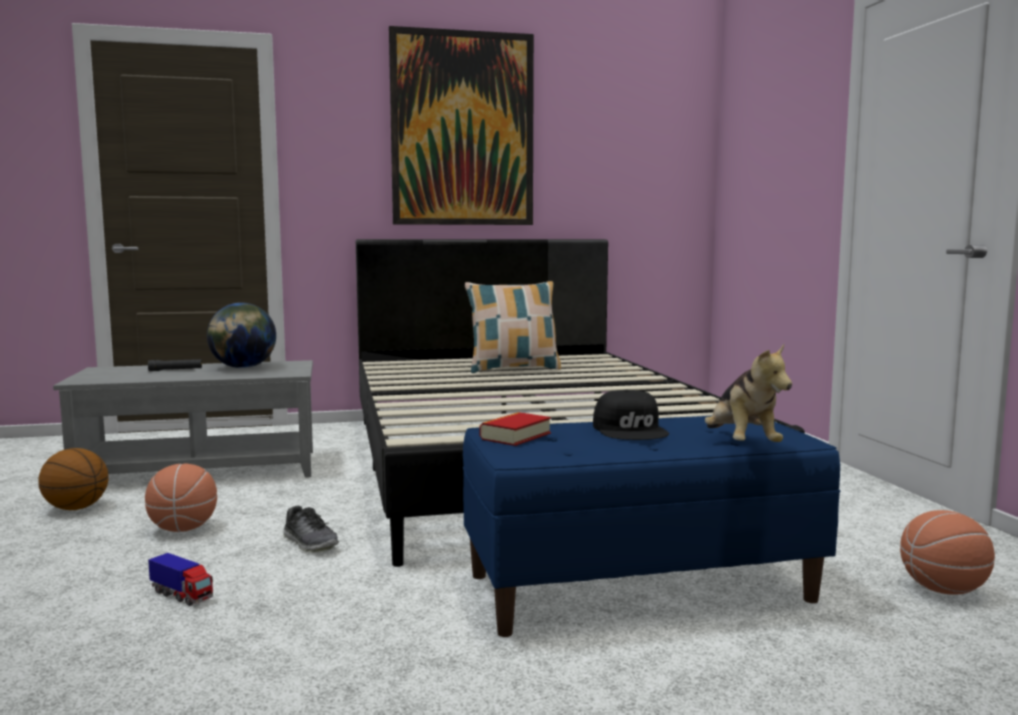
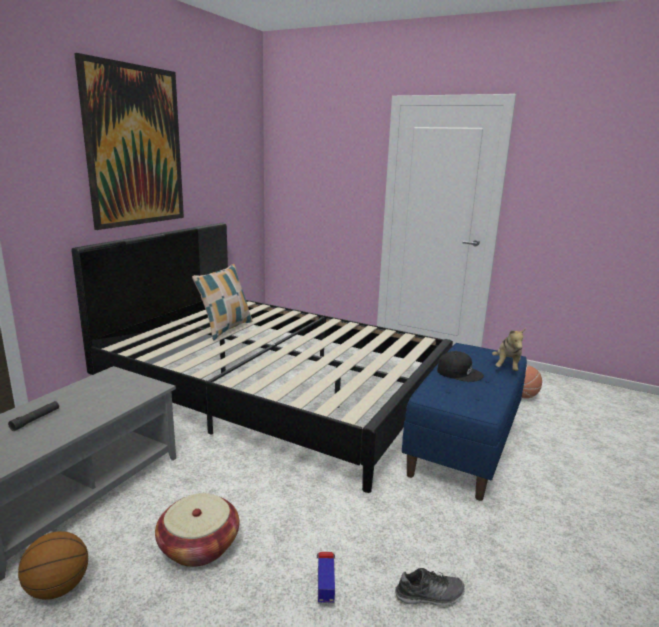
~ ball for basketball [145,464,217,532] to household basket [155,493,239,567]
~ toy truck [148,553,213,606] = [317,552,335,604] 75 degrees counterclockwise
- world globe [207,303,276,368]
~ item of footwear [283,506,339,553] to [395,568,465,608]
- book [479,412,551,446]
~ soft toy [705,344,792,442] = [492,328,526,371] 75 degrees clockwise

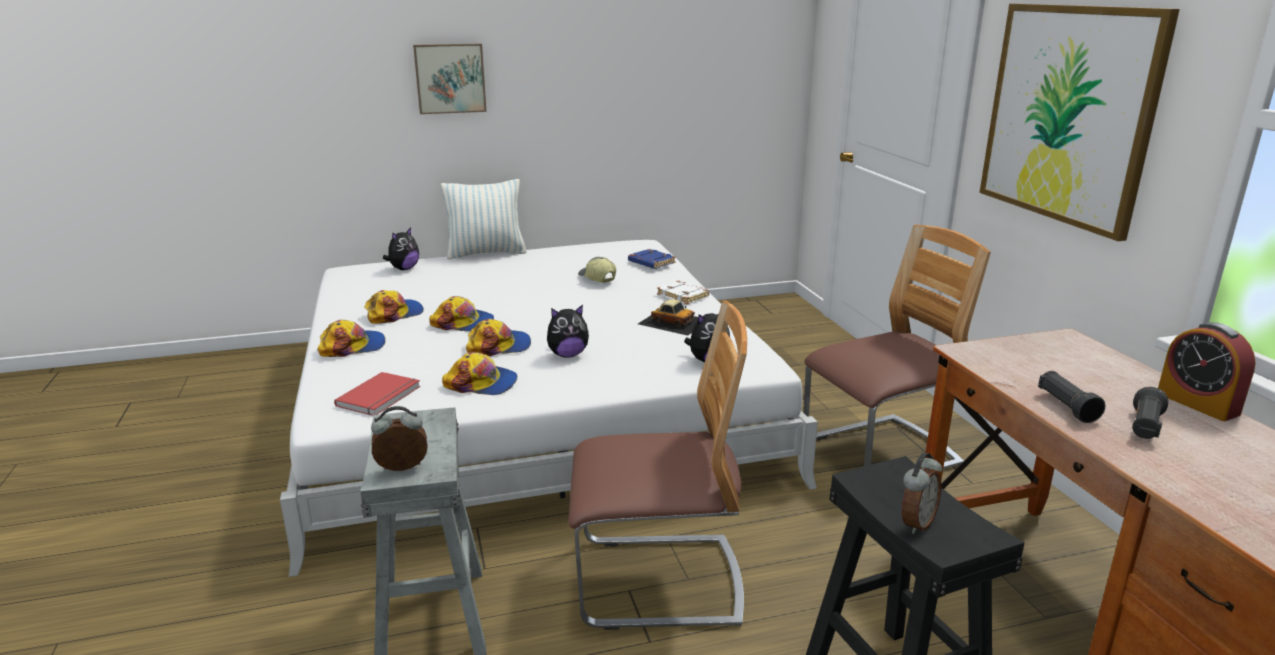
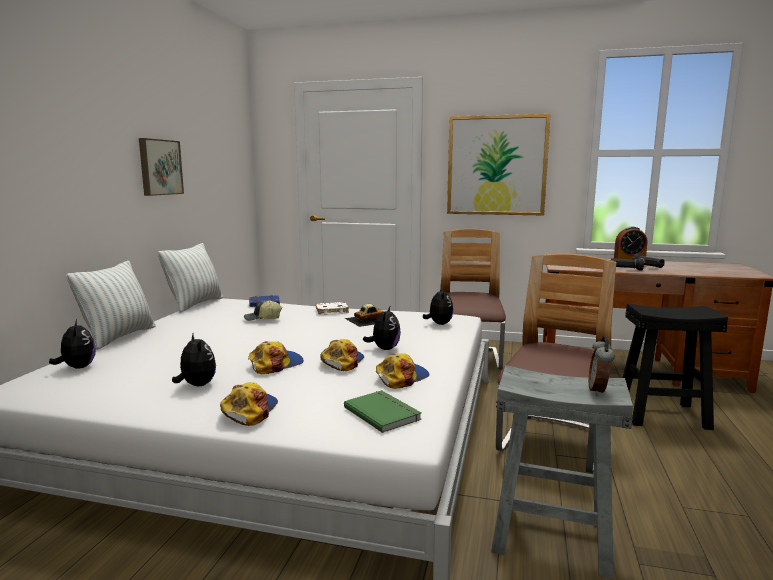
~ reddish book [334,372,420,416] to green-coloured book [344,390,421,433]
~ peaked cap [364,290,424,324] to soft toy [172,334,216,386]
~ wall picture [413,44,487,114] to [139,138,184,196]
- table clock [902,452,942,534]
+ pillow [158,243,223,313]

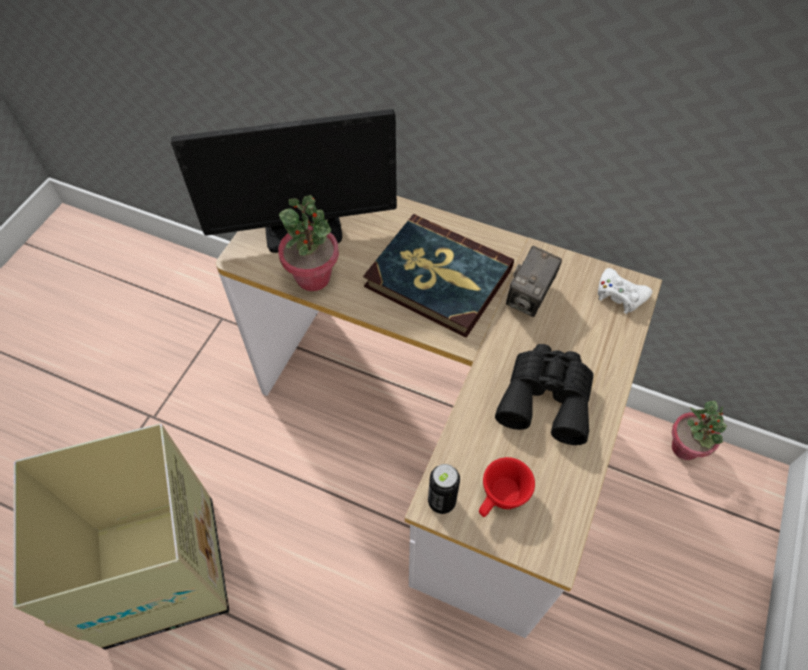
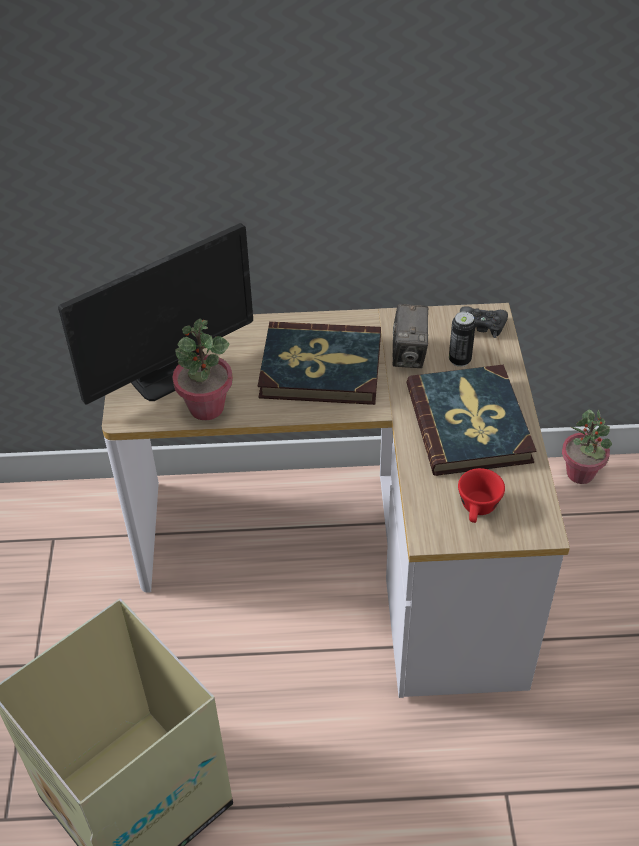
~ can [428,464,460,514] to [449,311,476,367]
~ blackish field glasses [495,344,594,445] to book [406,365,536,476]
~ whitish game controller [598,268,653,314] to blackish game controller [460,306,508,338]

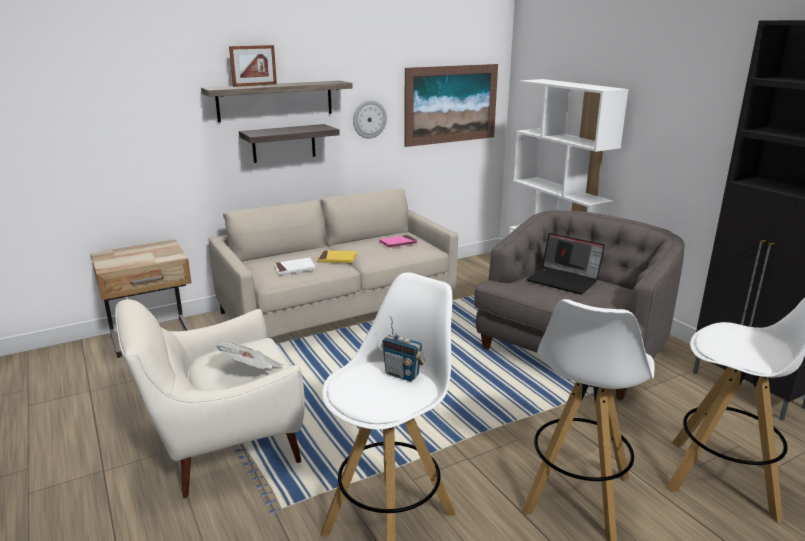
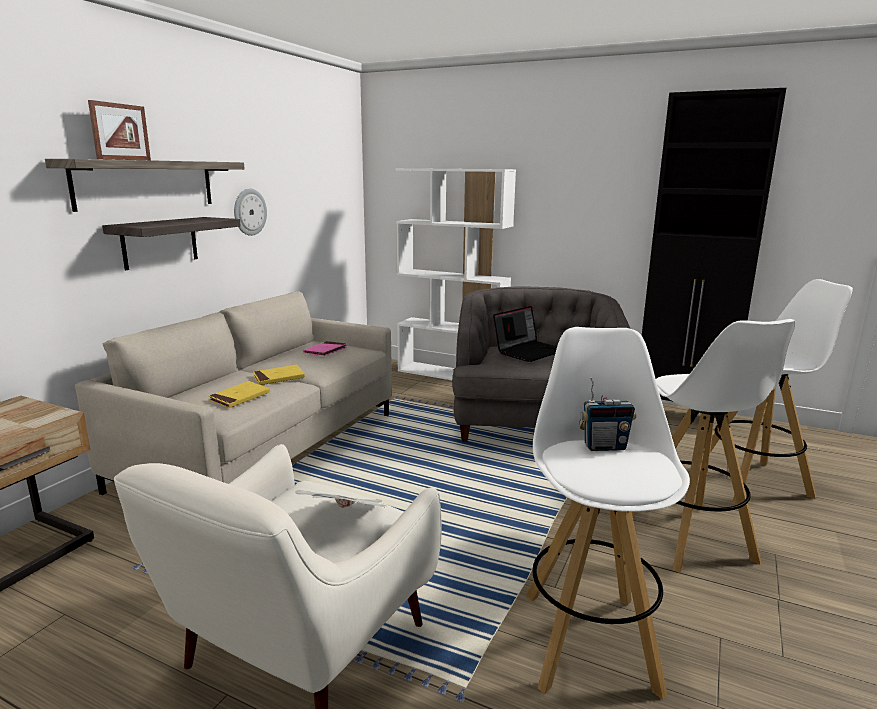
~ whitish book [275,257,315,275] to yellowish book [209,381,270,408]
- wall picture [405,64,498,147]
~ notebook computer [527,233,605,295] = [493,306,557,362] 45 degrees counterclockwise

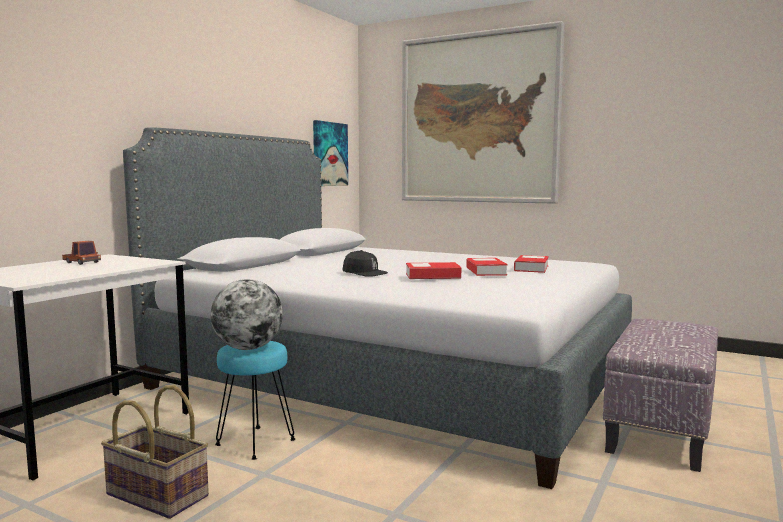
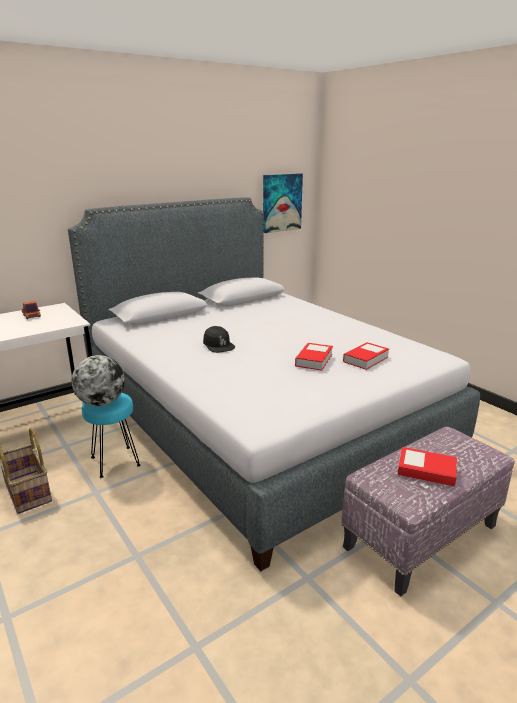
- wall picture [402,21,565,204]
~ book [406,262,461,279] to [397,447,457,487]

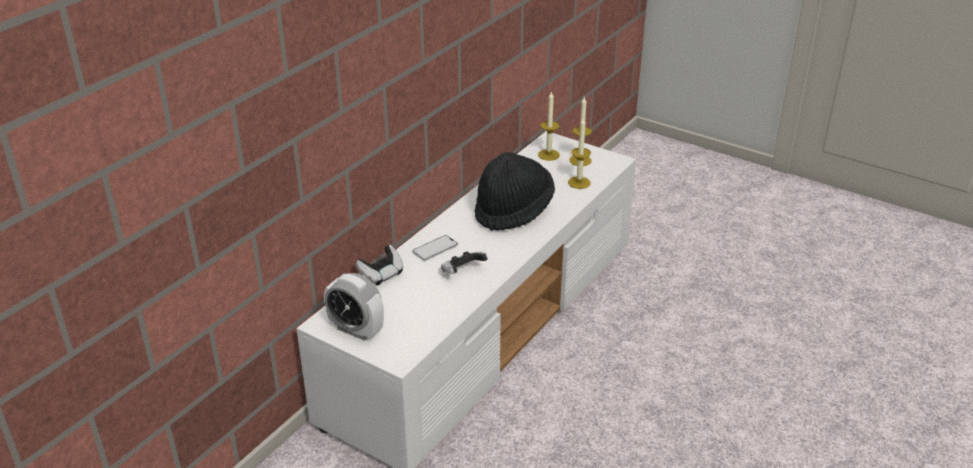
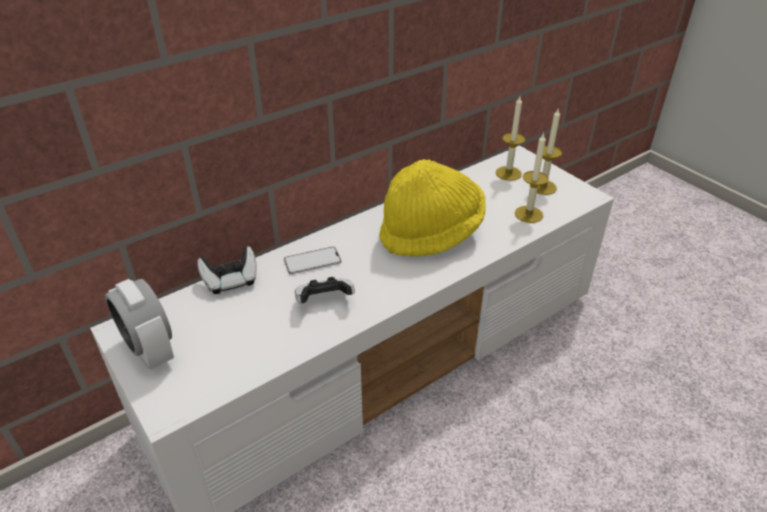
~ blackish hat [475,152,555,231] to yellowish hat [379,159,486,257]

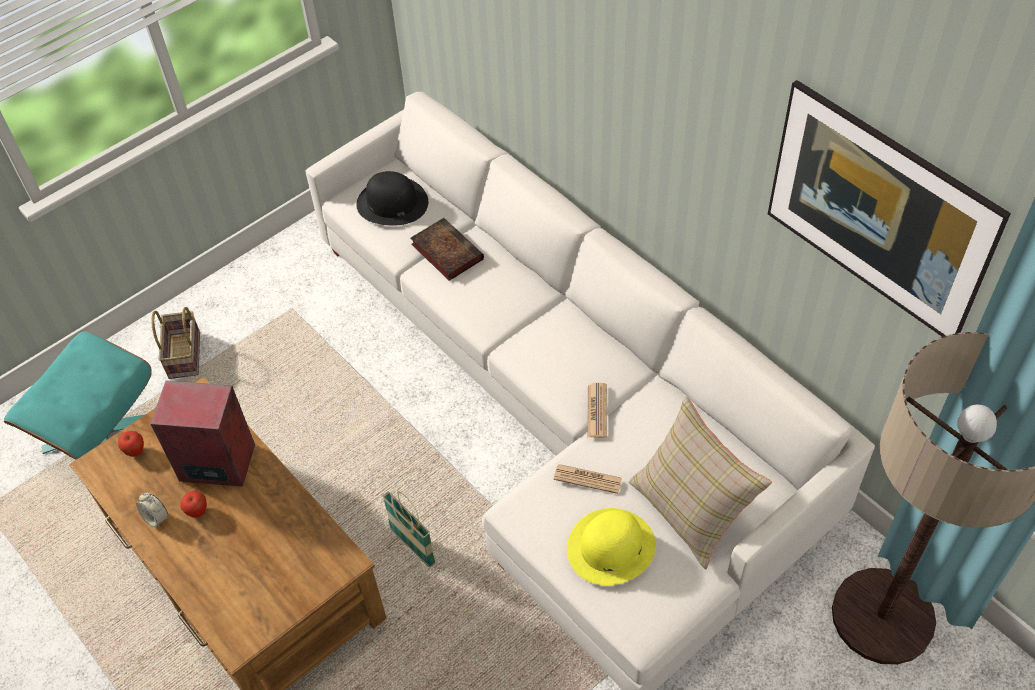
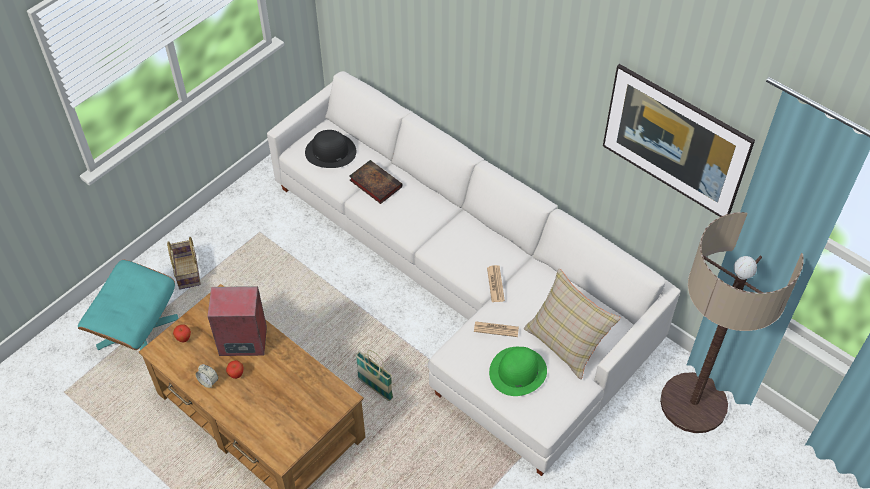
~ yellowish hat [567,508,656,586] to green-coloured hat [489,347,547,396]

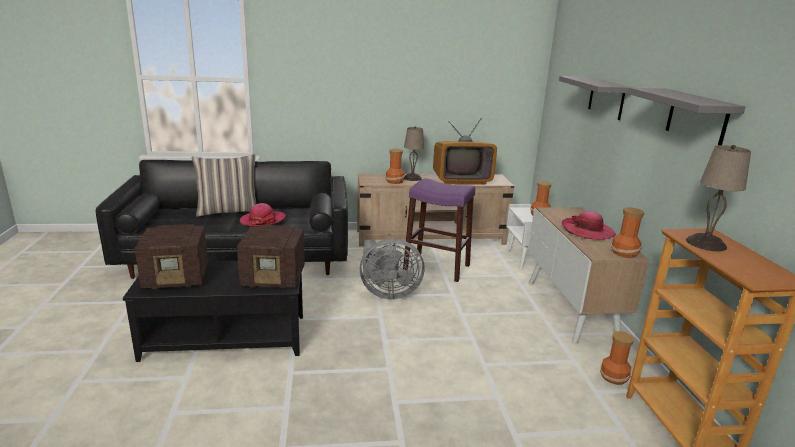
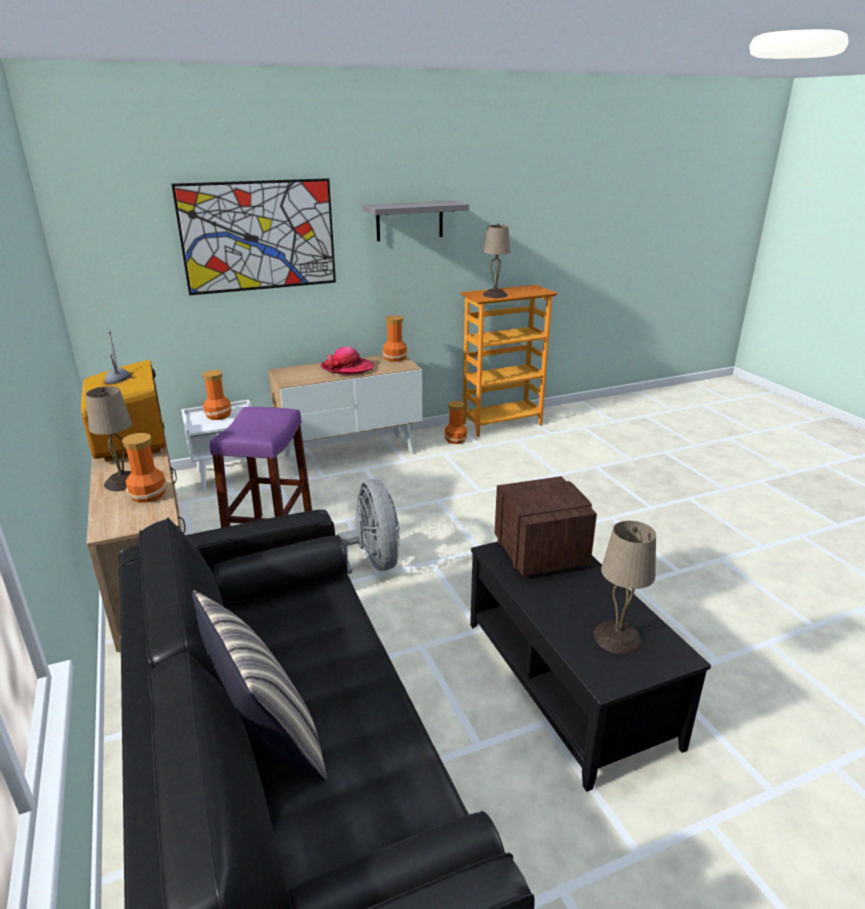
~ radio [134,224,208,289] to sand-coloured lamp for a table [594,521,656,654]
- hat [240,203,286,227]
~ gray wall shelf [559,76,633,120] to wall picture [171,178,336,295]

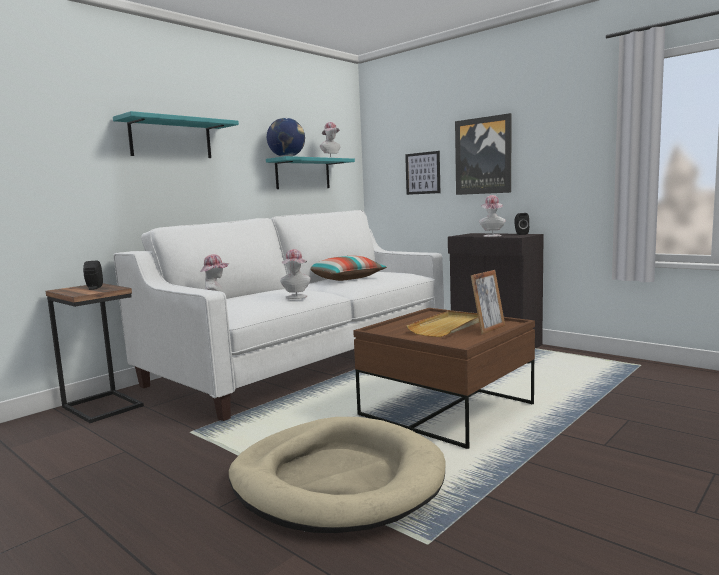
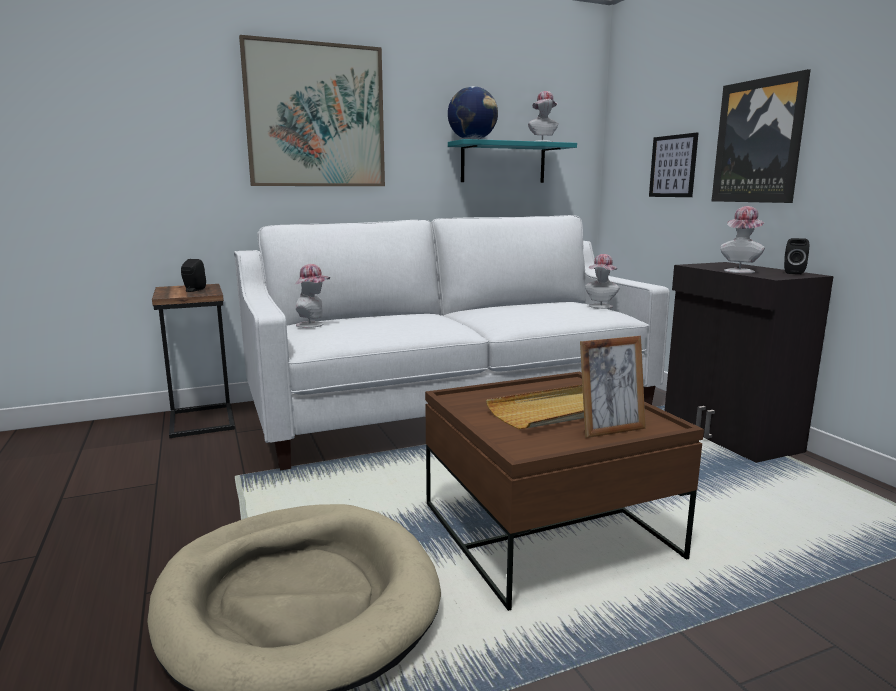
~ turquoise wall shelf [113,111,239,158] to wall picture [239,35,385,186]
~ hat [280,249,311,299] to [585,254,620,309]
- pillow [310,256,387,281]

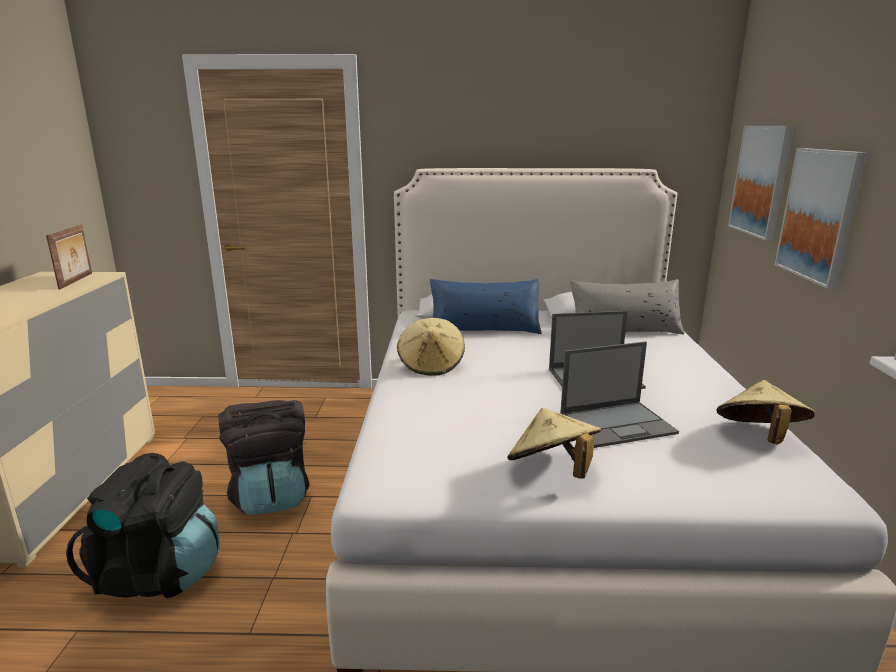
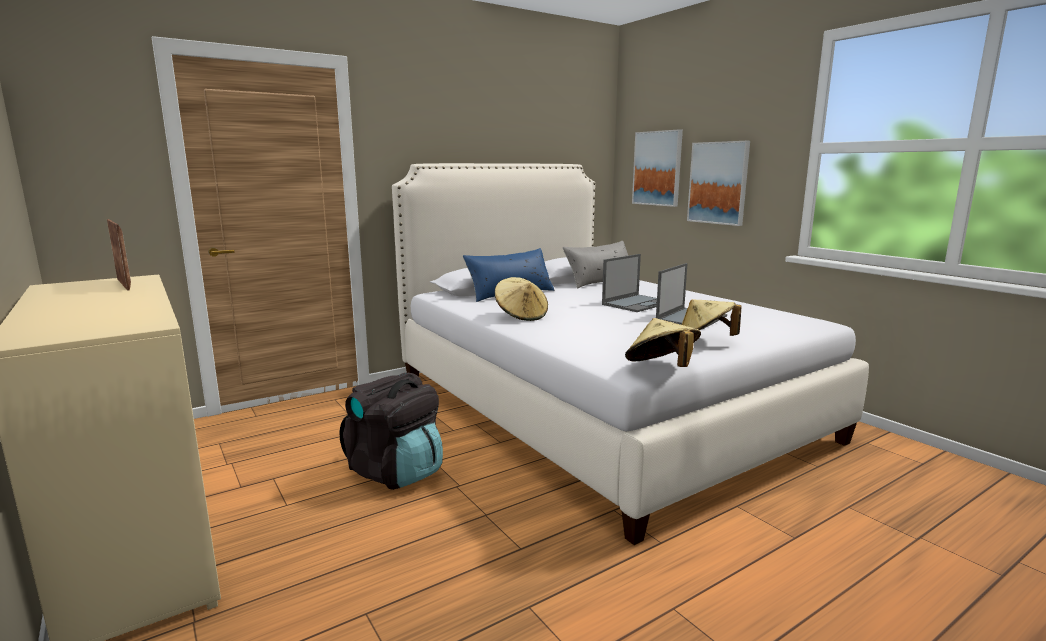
- blackish knapsack [66,453,220,598]
~ sand-coloured hat [716,380,815,445] to [625,318,701,367]

